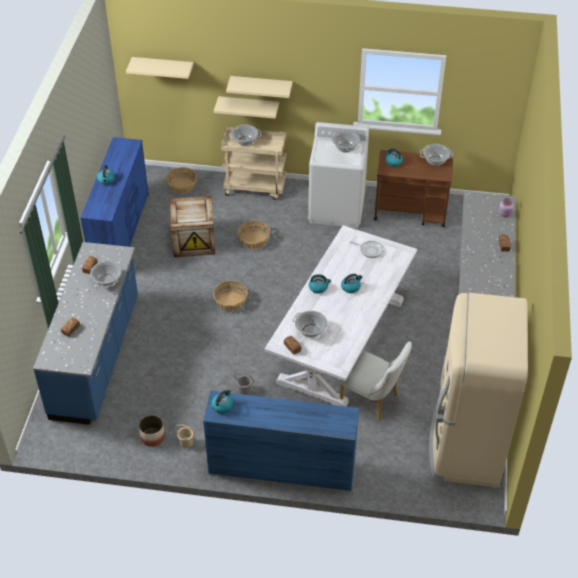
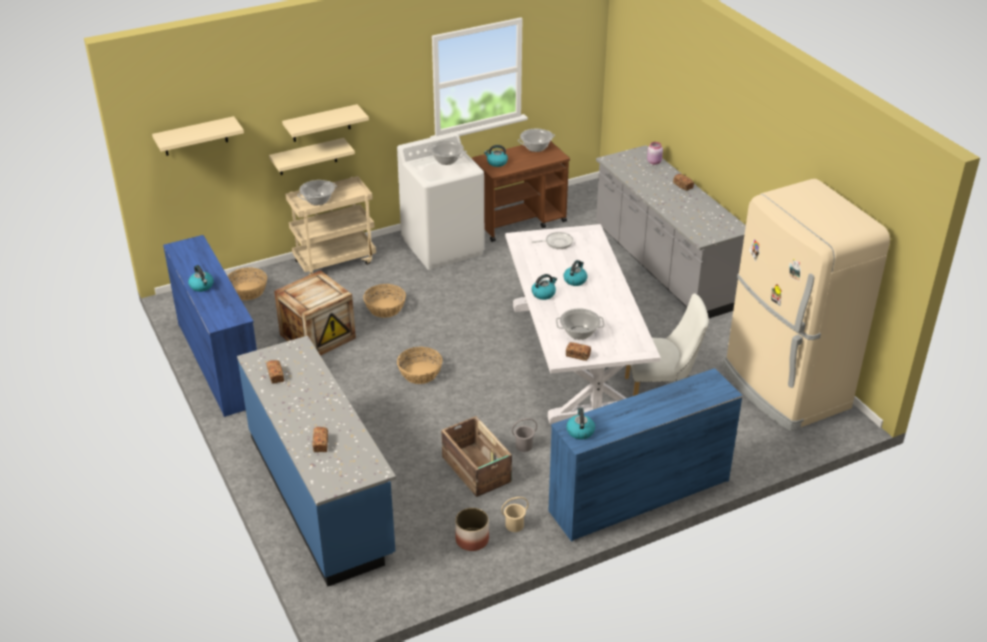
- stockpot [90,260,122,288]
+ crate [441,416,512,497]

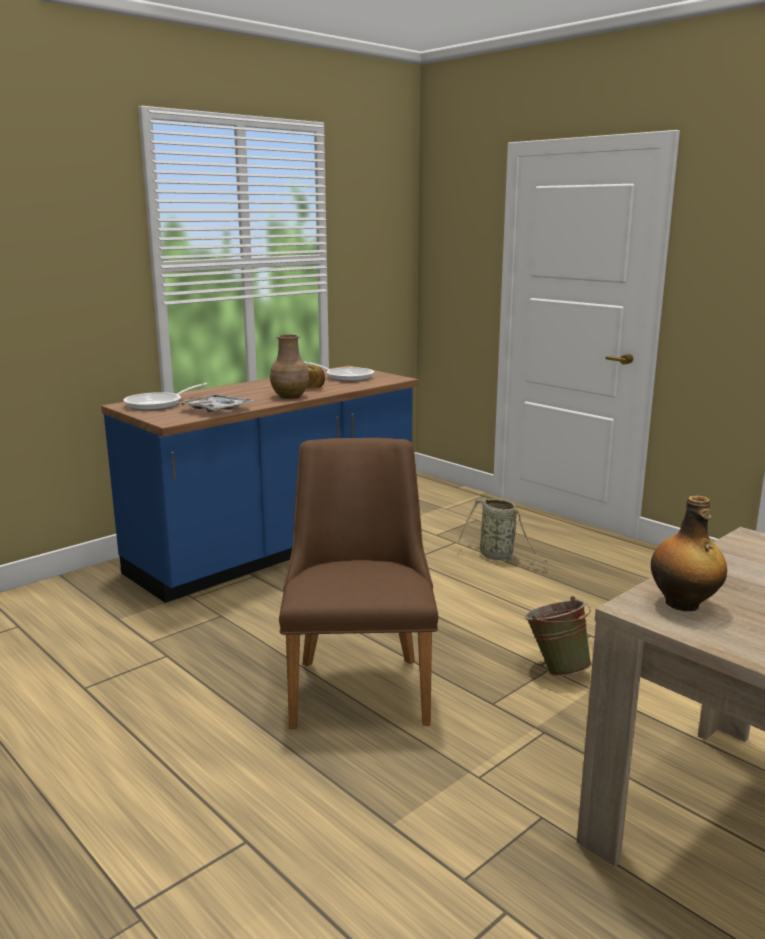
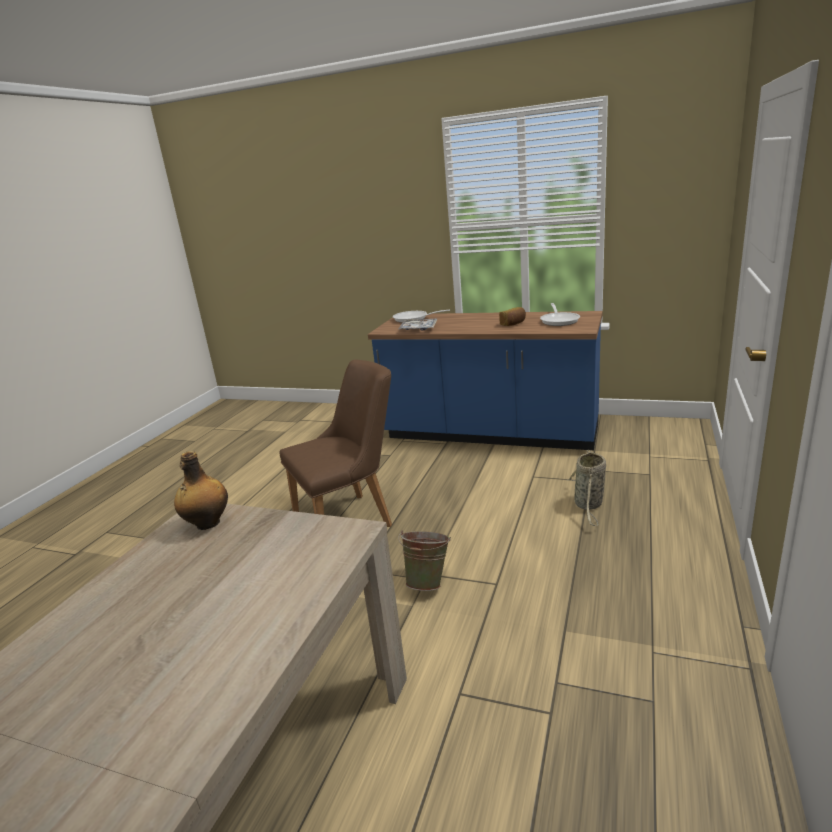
- brownish flower vase [270,335,309,399]

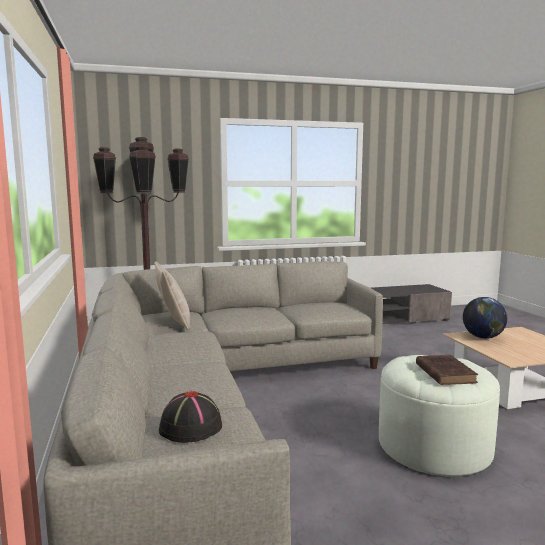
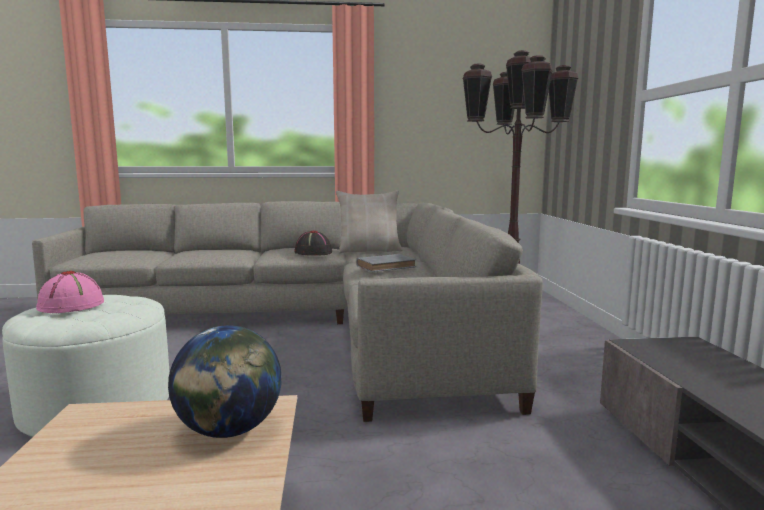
~ blackish hat [159,391,222,443] to [294,231,332,256]
~ brownish book [416,355,478,385] to pink-coloured hat [36,271,104,313]
+ gray book [356,254,416,272]

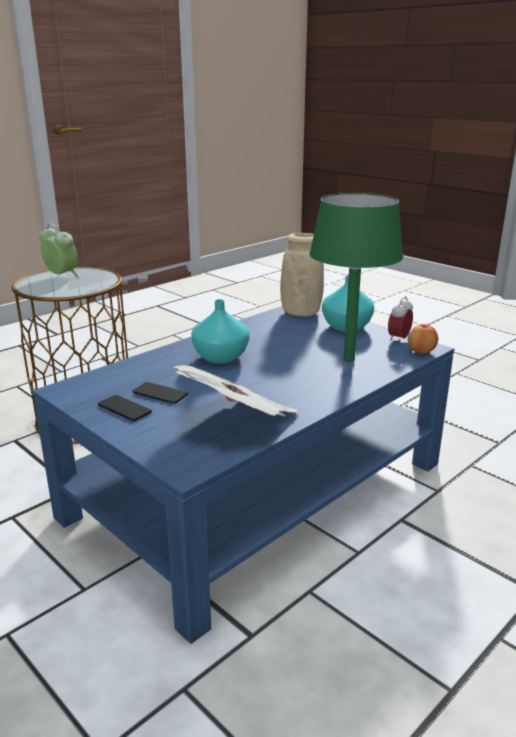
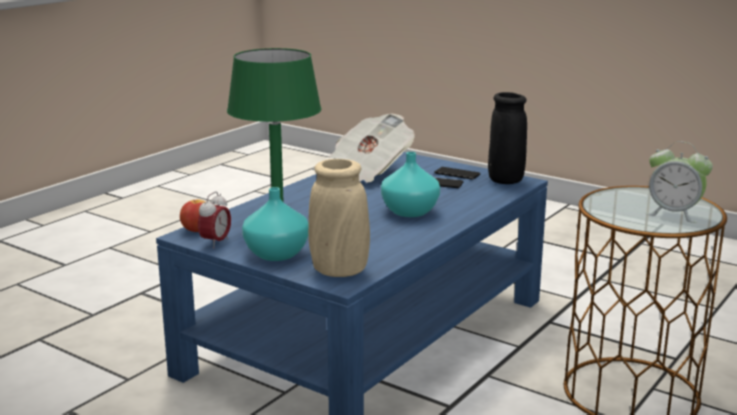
+ blackish flower vase [488,92,527,184]

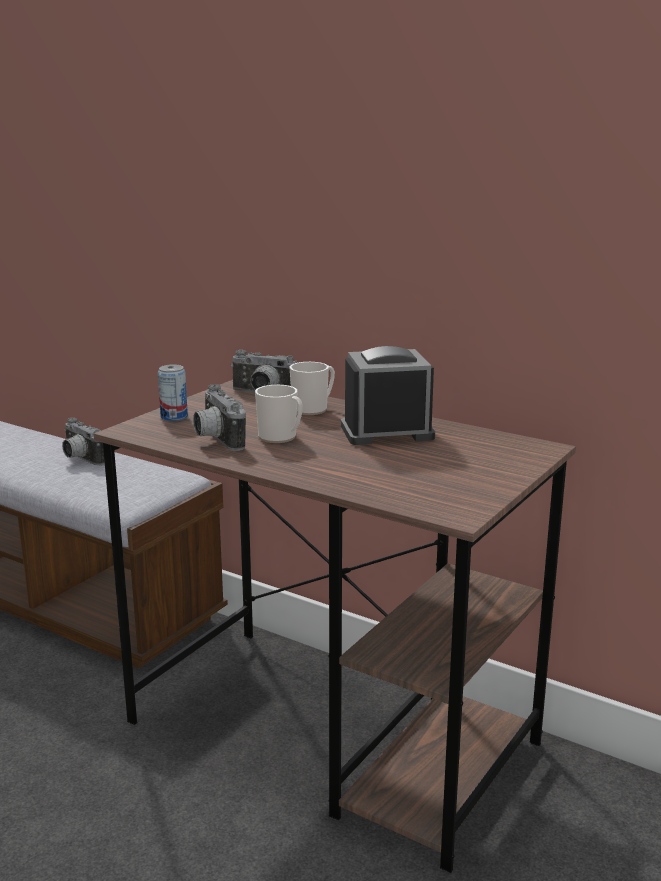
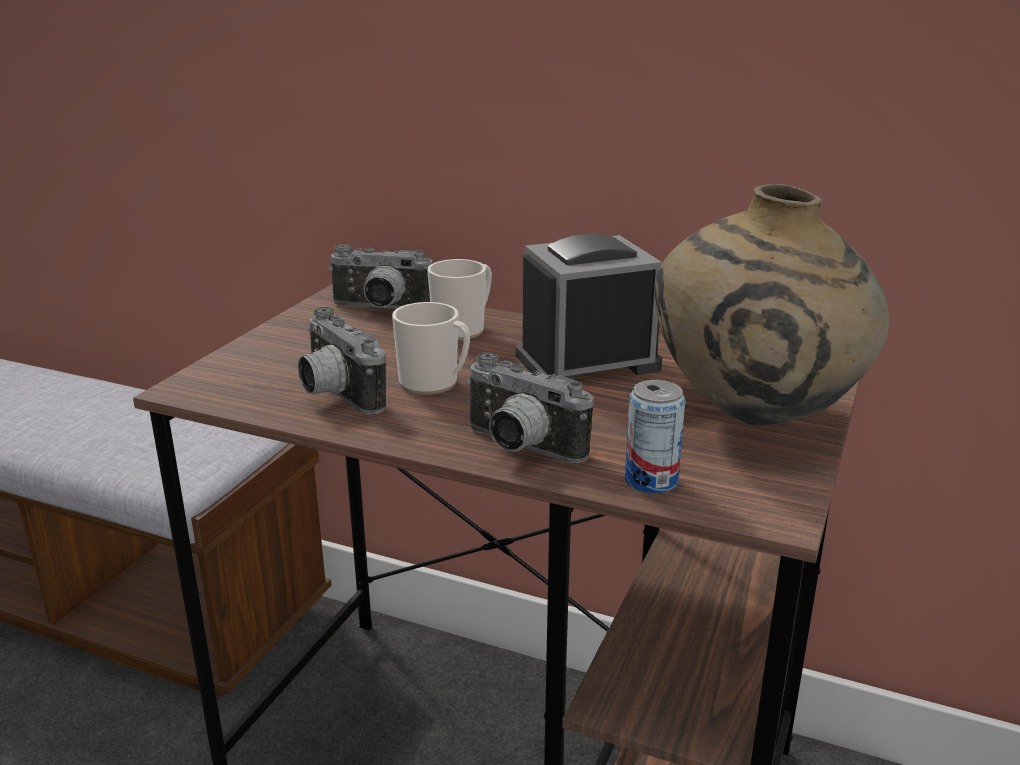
~ still camera [62,418,105,466] to [465,352,593,463]
~ can [158,364,188,421] to [625,380,685,494]
+ sand-coloured flower vase [655,184,889,425]

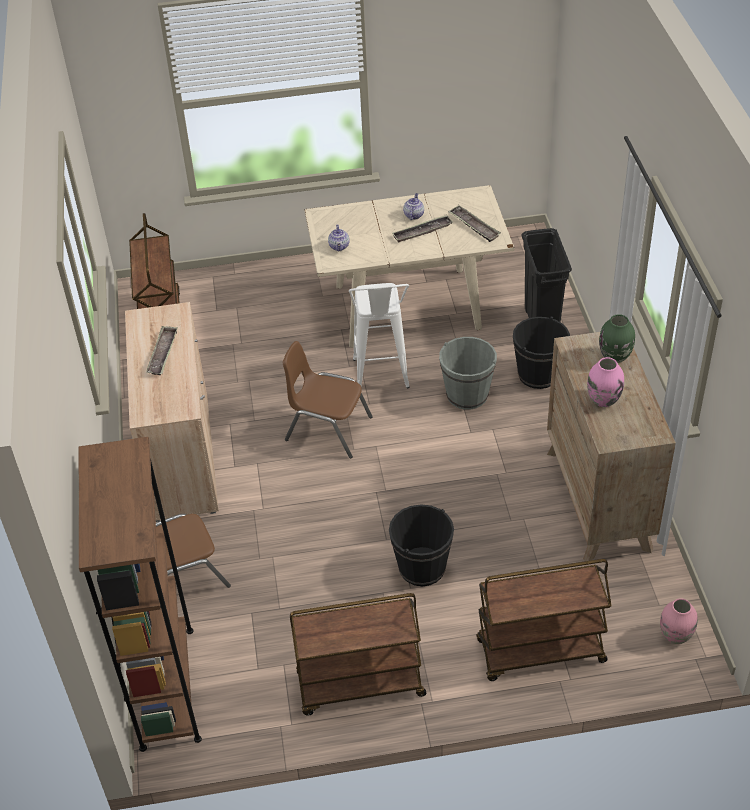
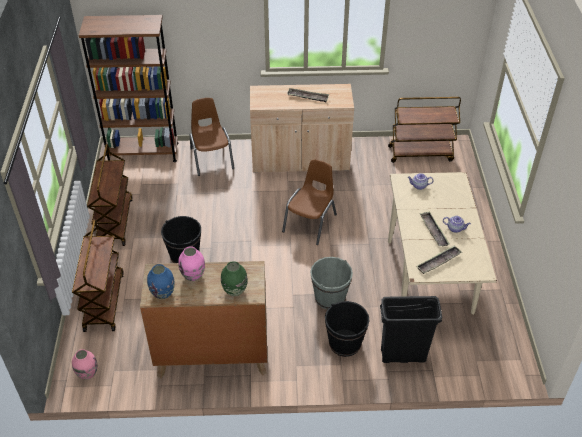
- whitish stool [349,283,410,389]
+ blue-coloured flower vase [147,264,175,299]

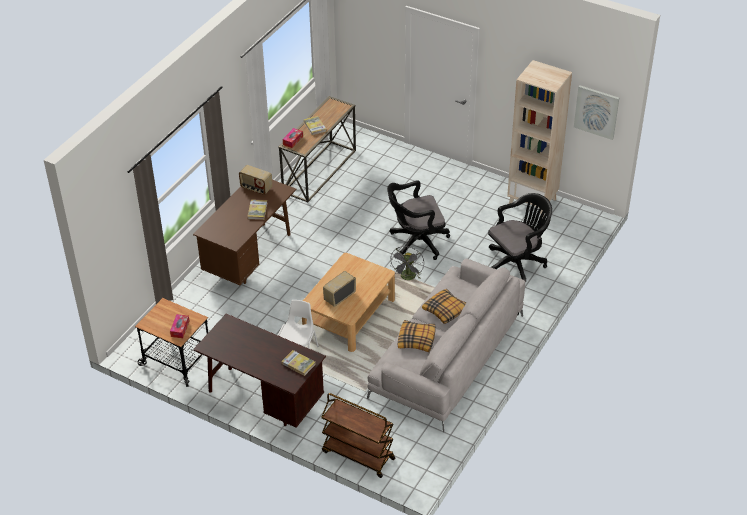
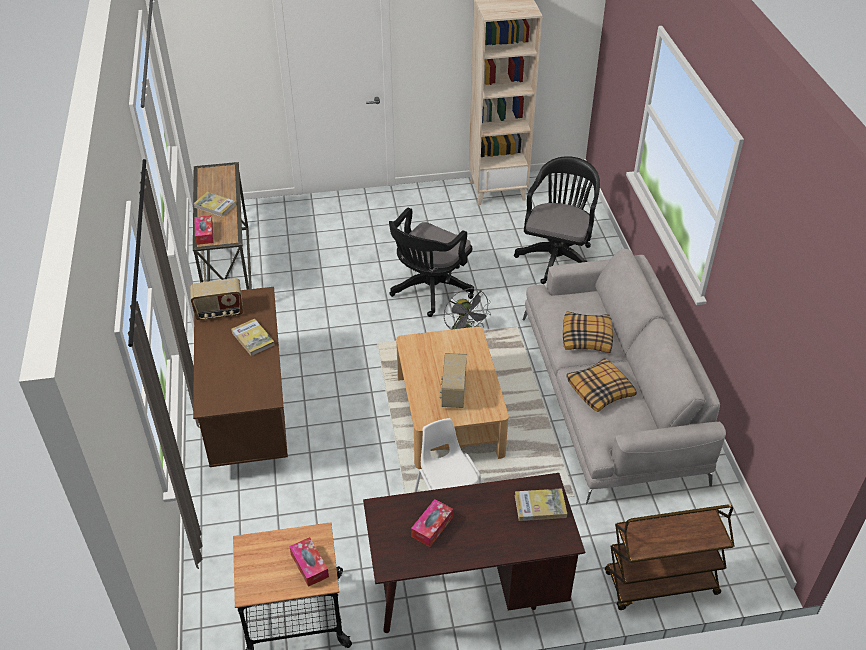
- wall picture [574,85,619,140]
+ box of tissues [411,499,453,547]

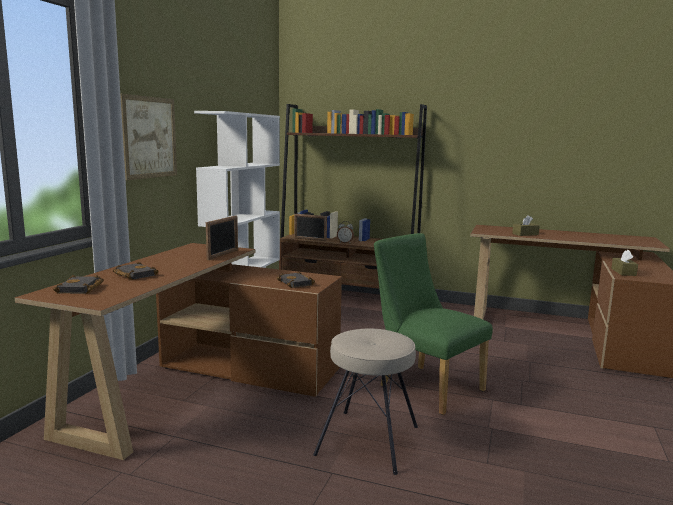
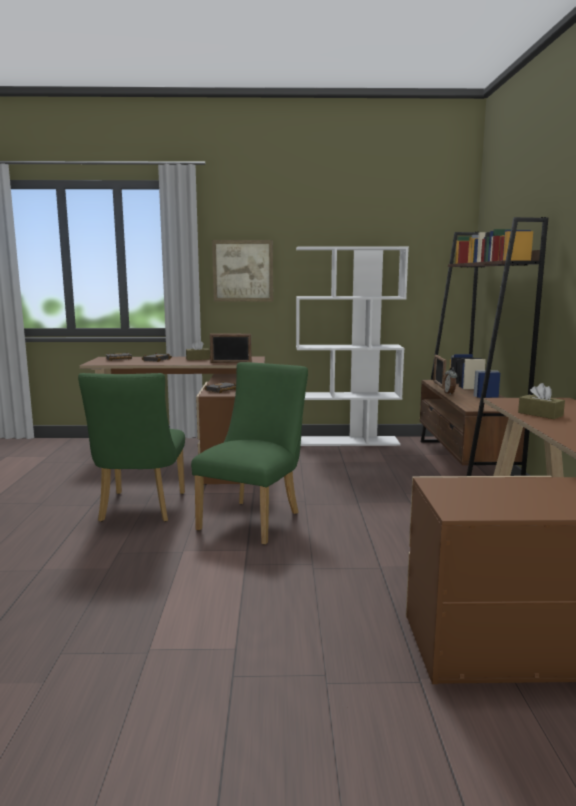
~ sand-coloured stool [313,328,418,475] to green-coloured chair [78,373,185,522]
~ brownish box of tissues [611,250,638,276] to [186,340,210,360]

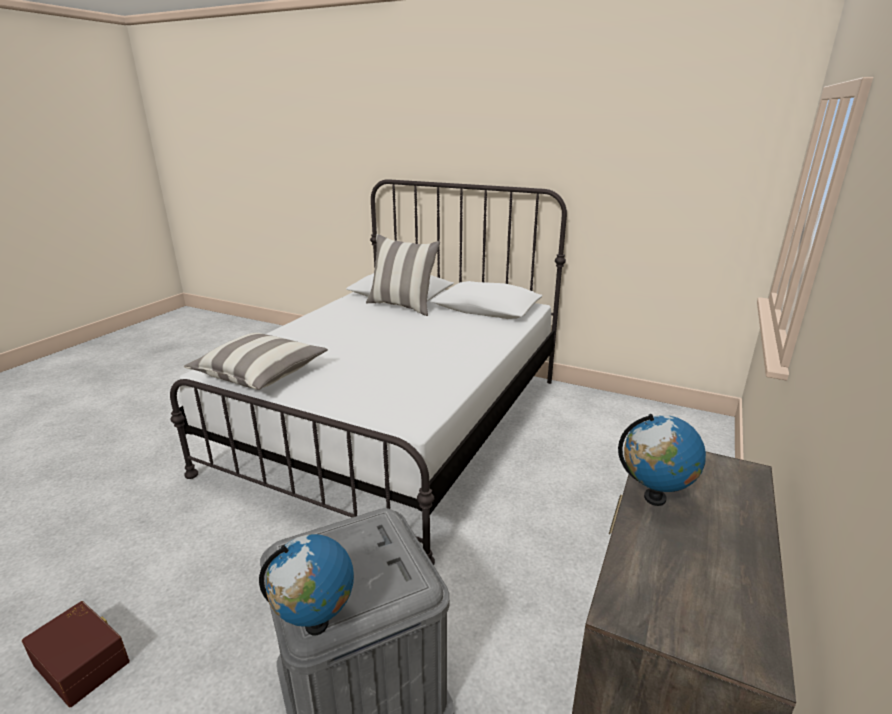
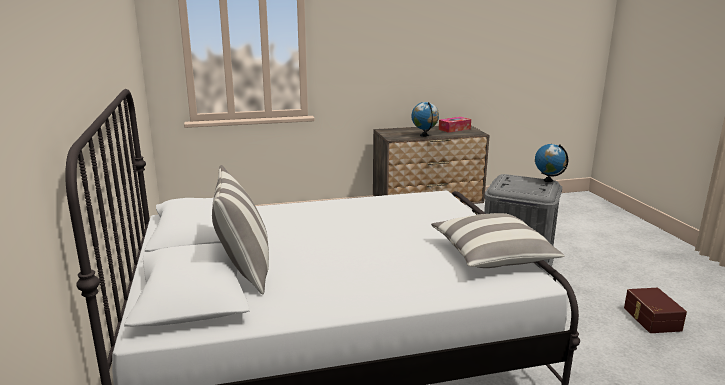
+ box of tissues [439,117,471,133]

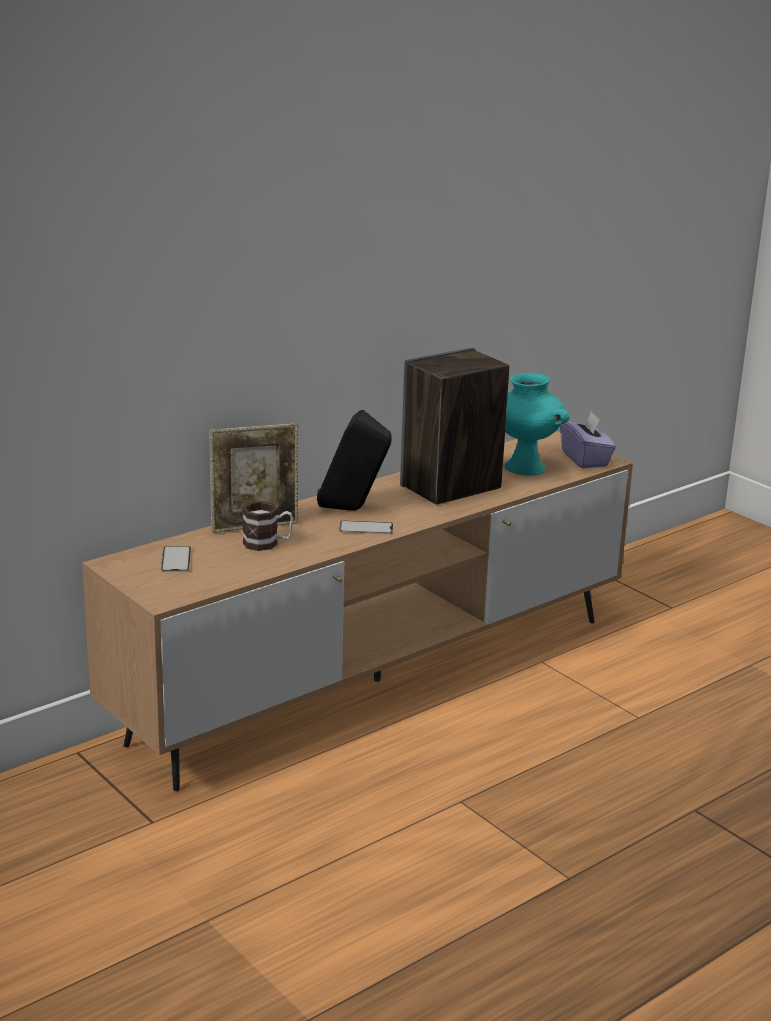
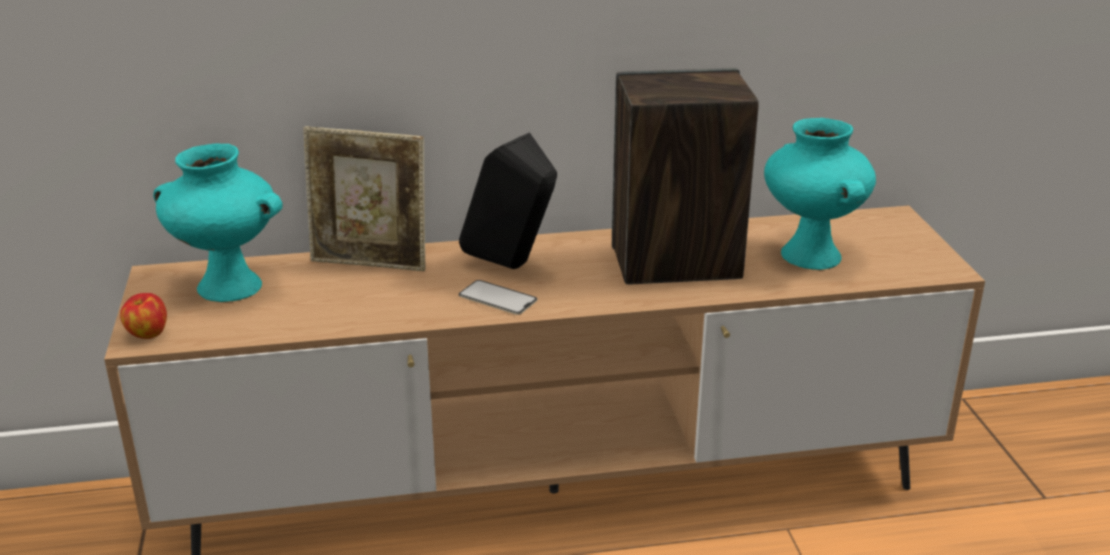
~ telephone [161,546,191,572] to turquoise flower vase [153,144,283,302]
- mug [242,501,293,551]
- purplish box of tissues [560,411,616,468]
+ apple [120,293,167,339]

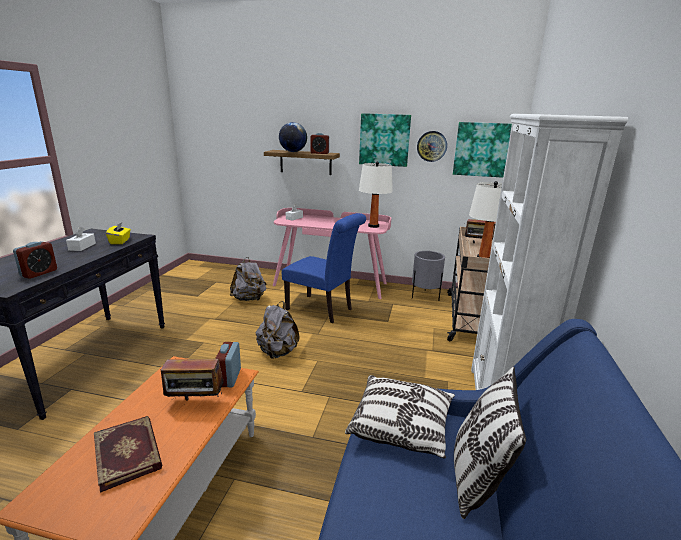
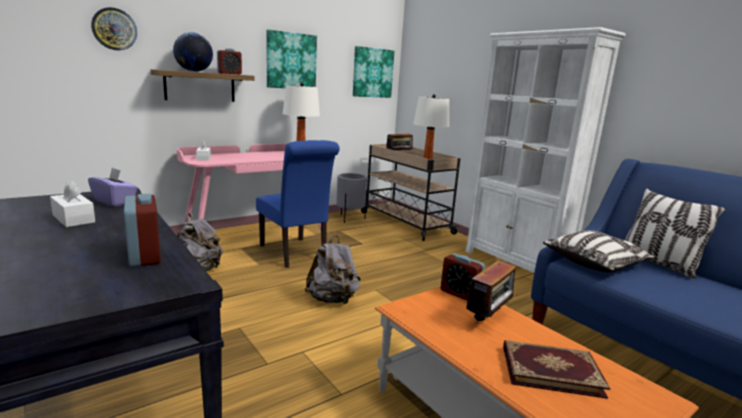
~ yellowish box of tissues [106,222,131,244] to purplish box of tissues [88,168,138,207]
~ blue-coloured chair [282,213,366,324] = [256,140,340,268] 75 degrees clockwise
~ wall clock [417,131,447,162] to [91,7,137,50]

